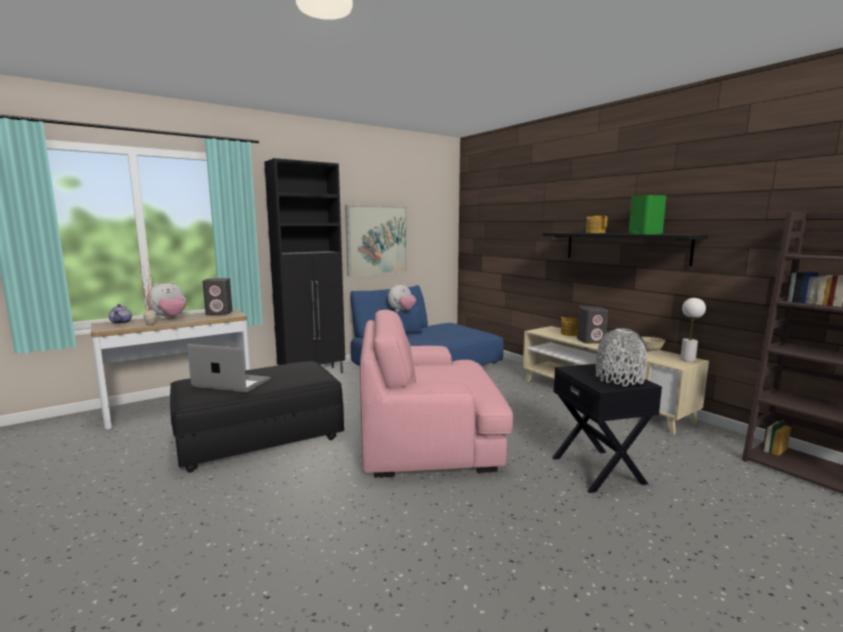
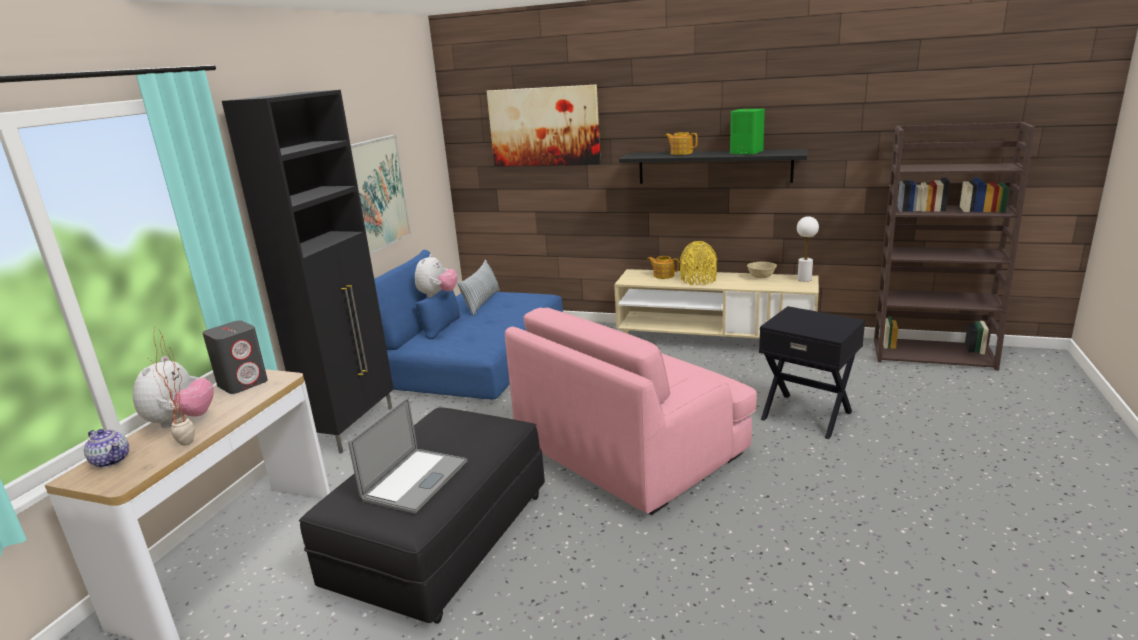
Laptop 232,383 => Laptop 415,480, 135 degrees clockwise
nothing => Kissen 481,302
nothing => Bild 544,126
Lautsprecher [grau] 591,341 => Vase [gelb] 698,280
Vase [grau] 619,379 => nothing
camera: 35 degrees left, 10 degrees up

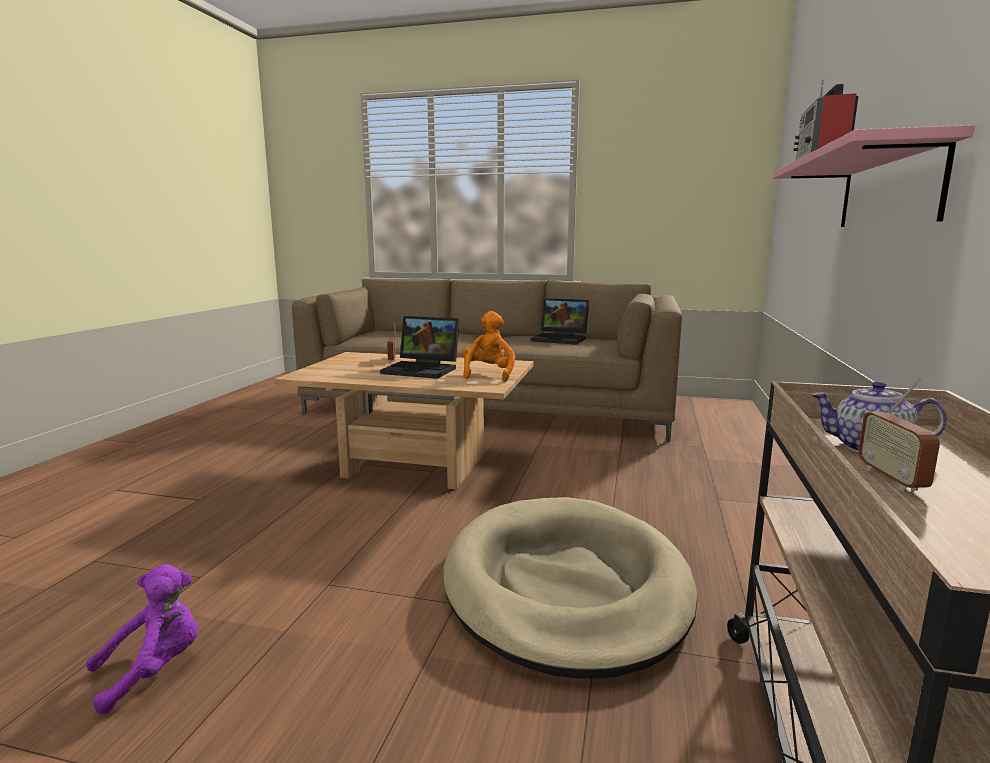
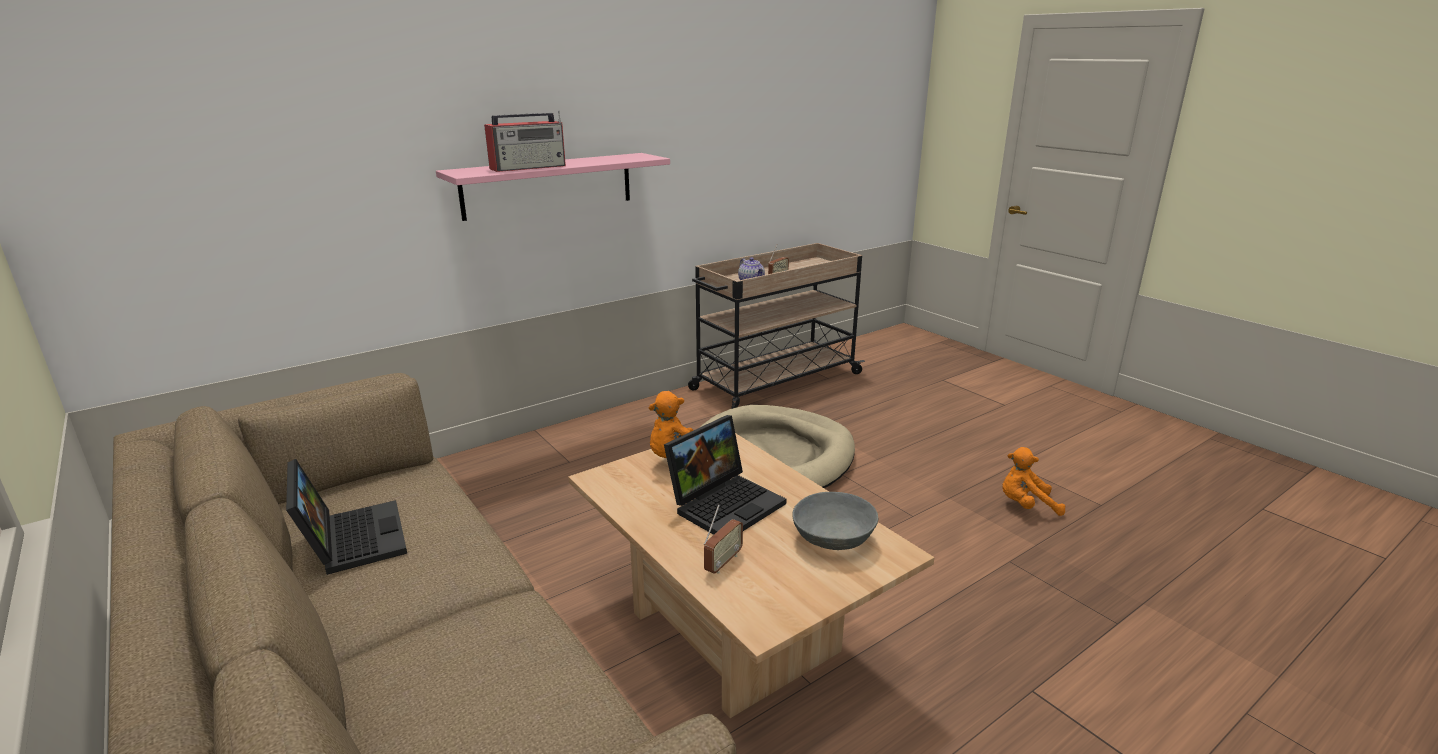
Laptop 424,369 => Laptop 726,503, 75 degrees clockwise
nothing => Schüssel [grau] 833,538
Plüschtier [lila] 154,670 => Plüschtier [orange] 1025,505
camera: 140 degrees left, 10 degrees up

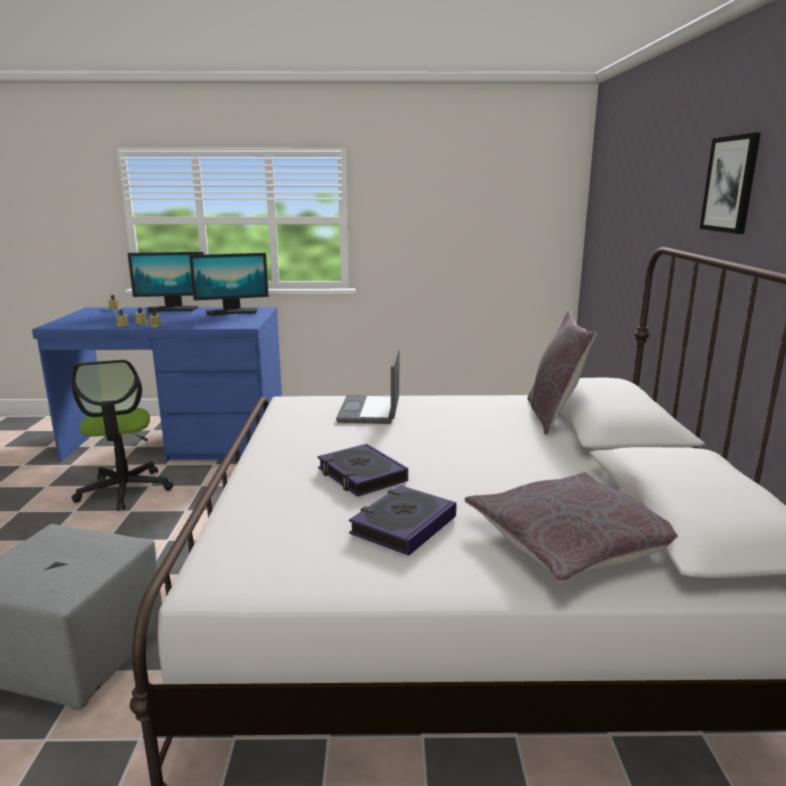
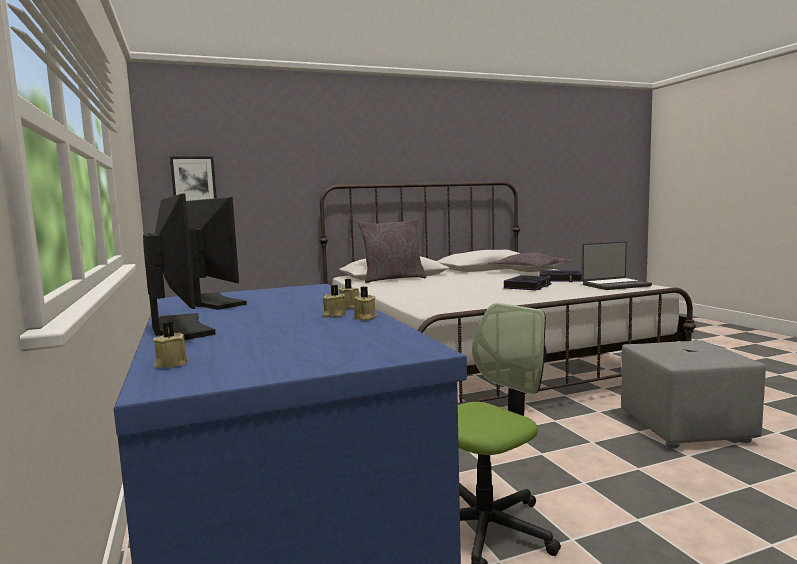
Bild 730,184 => Bild 193,180, moved
Laptop 371,411 => Laptop 615,285, moved
camera: 110 degrees left, 10 degrees down

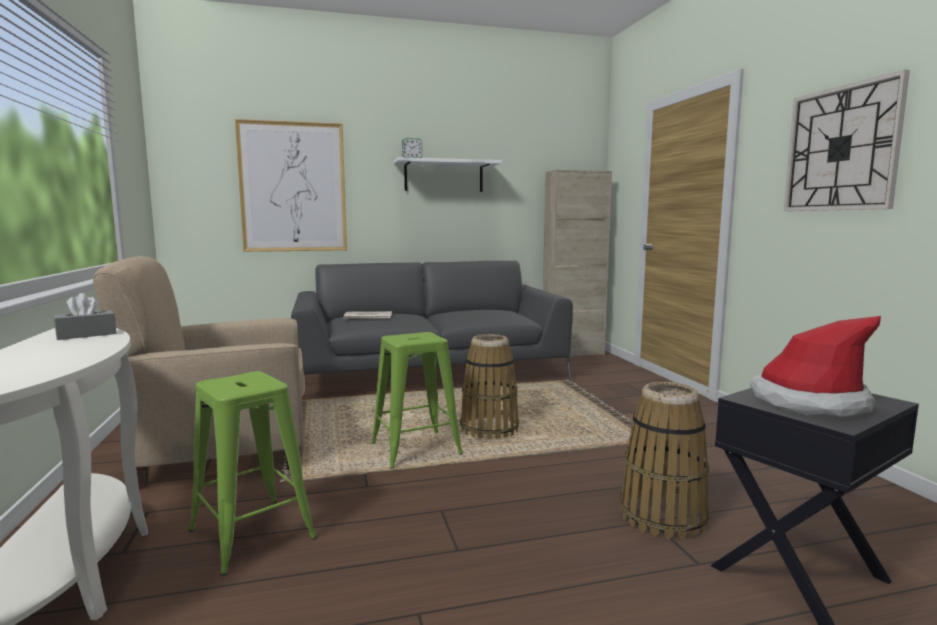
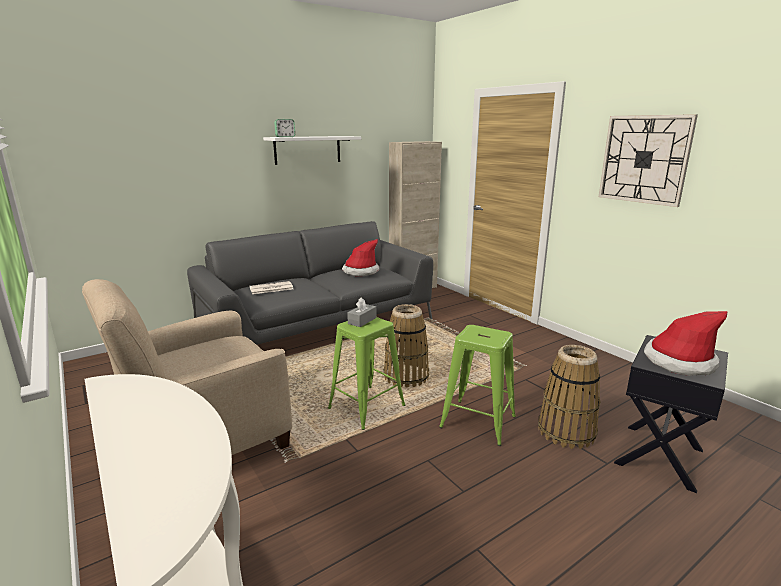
nothing => Hut 360,271
Taschentuchbox [grau] 86,334 => Taschentuchbox [grau] 362,320, moved
Hocker [grün] 252,534 => Hocker [grün] 478,422, moved
Bild 293,187 => nothing
camera: 20 degrees left, 10 degrees up

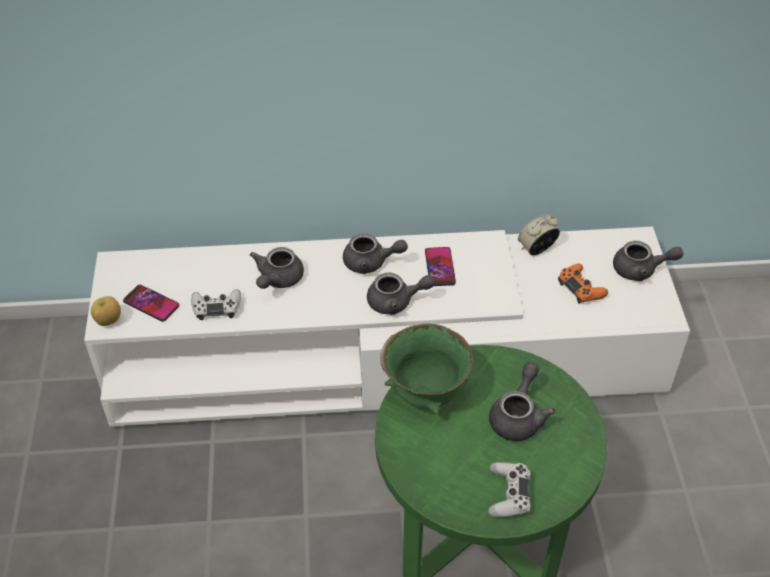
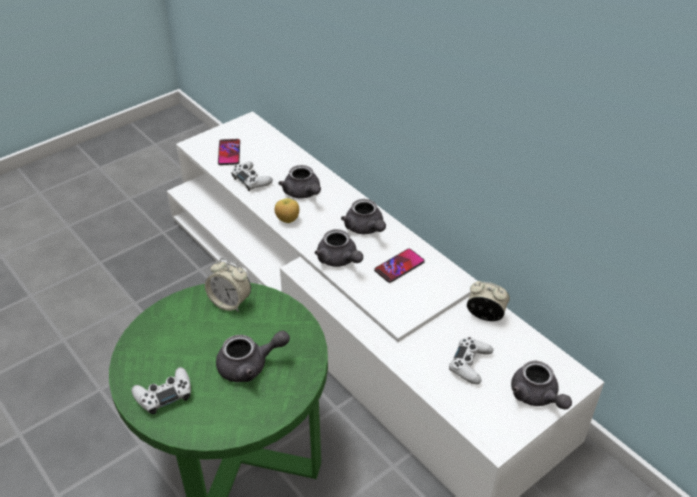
Schüssel [grün] 425,394 => Wecker 230,302
Apfel 108,321 => Apfel 287,220, moved
Teekanne [grau] 277,279 => Teekanne [grau] 303,193, 105 degrees counterclockwise
Gamepad [orange] 580,288 => Gamepad [weiß] 470,364
camera: 55 degrees right, 5 degrees down

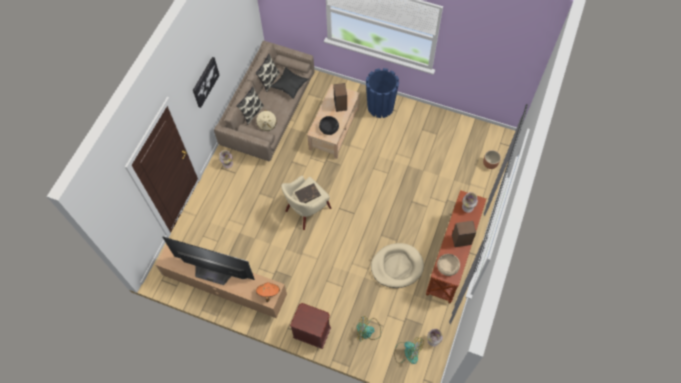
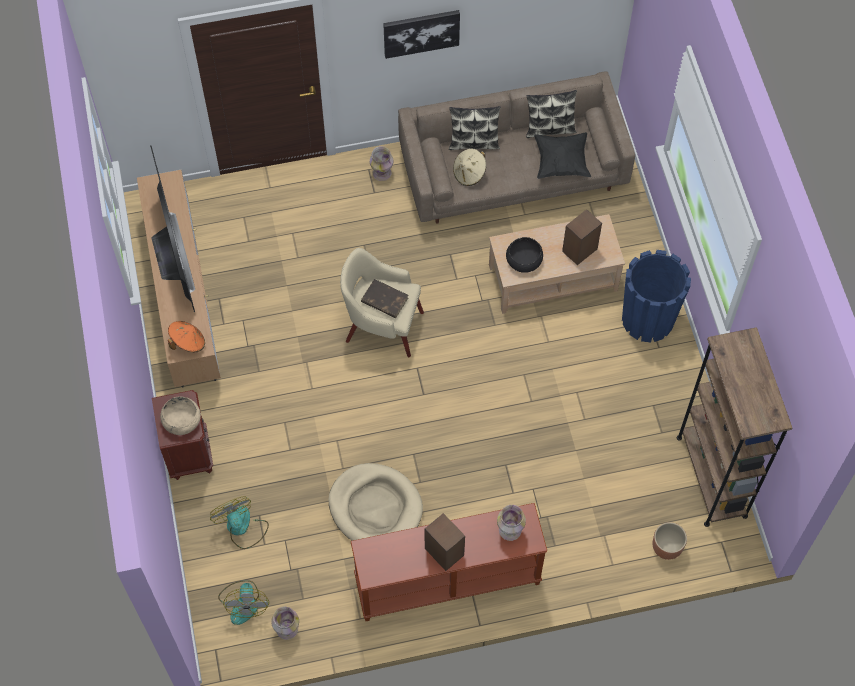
Schüssel [beige] 447,266 => Schüssel [beige] 181,420, moved
nothing => Bücherregal [braun] 711,476
camera: 55 degrees right, 0 degrees up

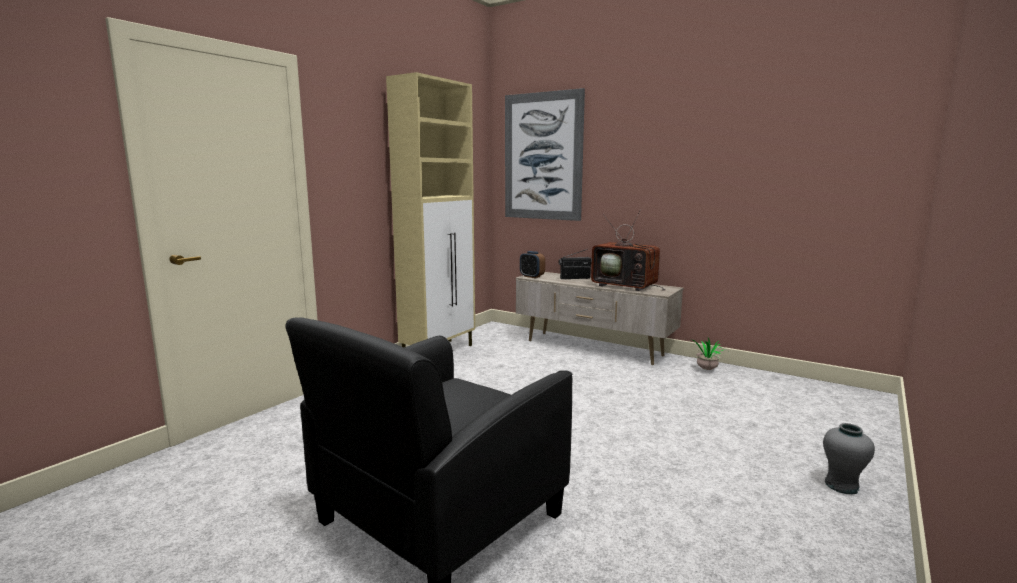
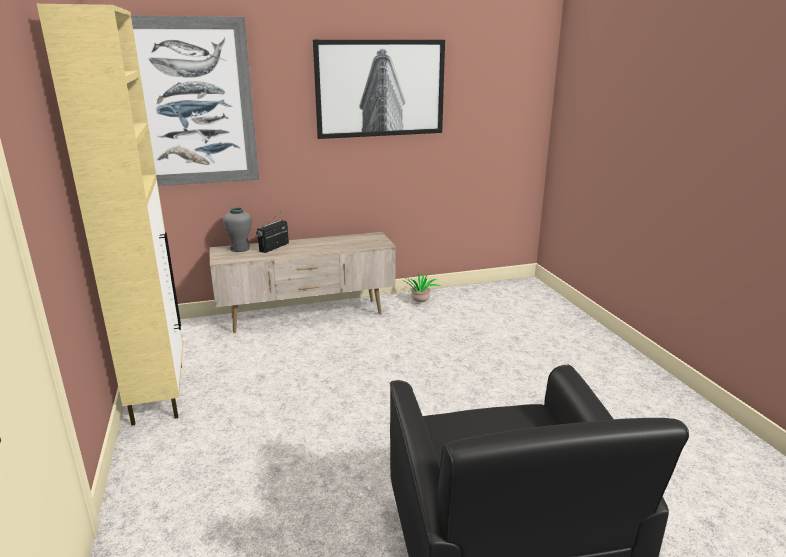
Vase [grau] 841,485 => Vase [grau] 240,248, moved
nothing => Bild 380,88
Wecker 532,276 => nothing
Fernseher 627,286 => nothing
camera: 50 degrees left, 10 degrees up

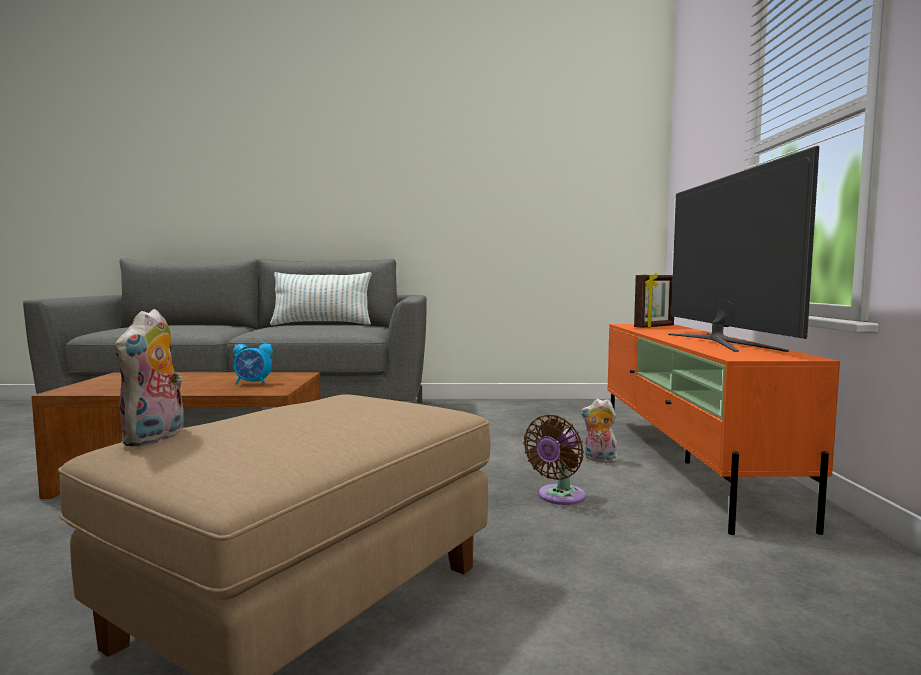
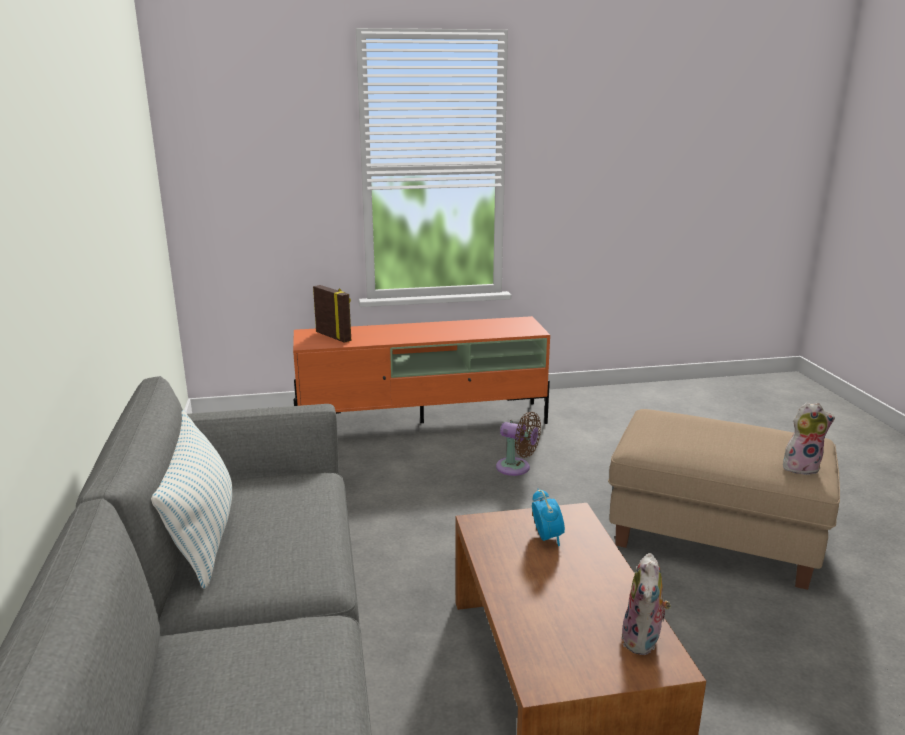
Plüschtier 599,460 => Plüschtier 643,641, moved
Fernseher 721,342 => nothing
camera: 100 degrees left, 15 degrees up

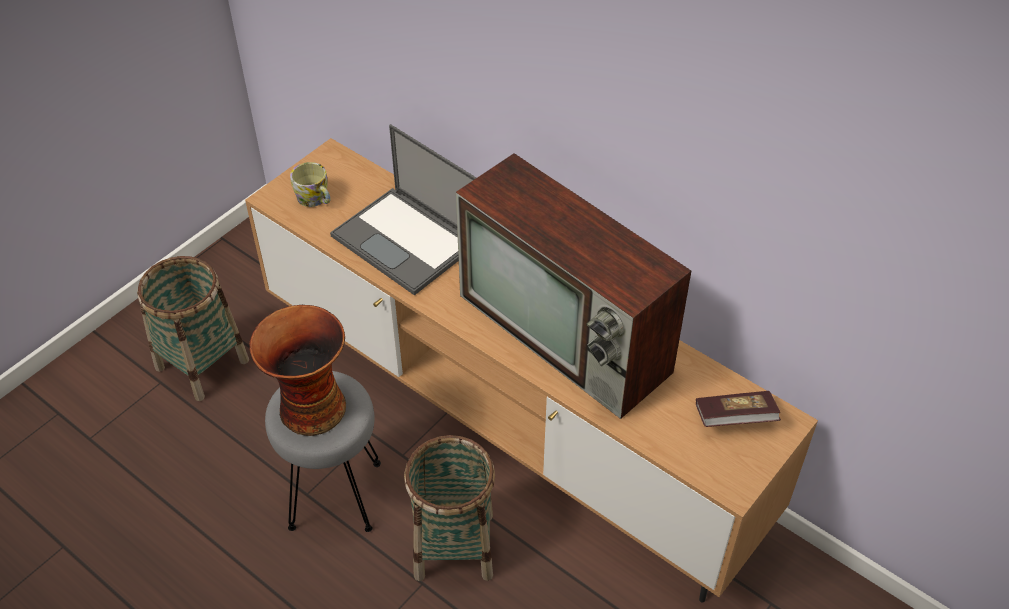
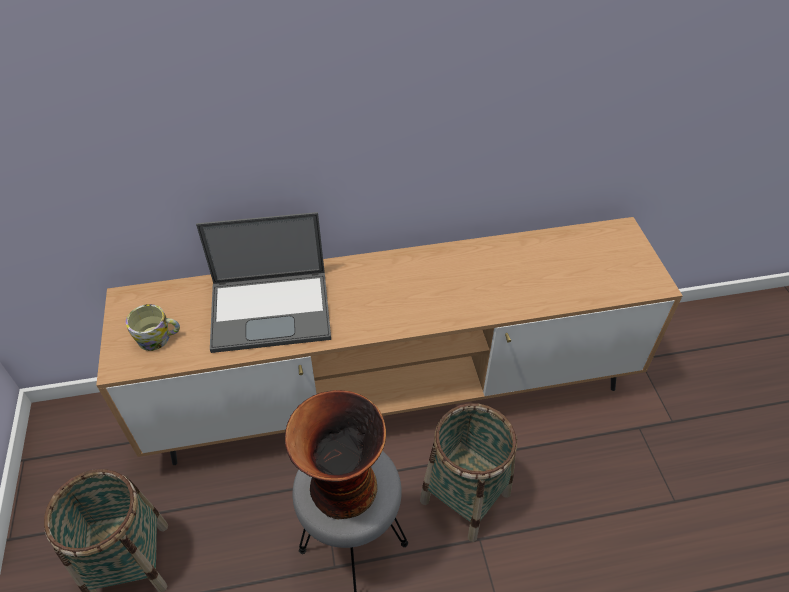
Fernseher 568,335 => nothing
Buch 734,419 => nothing
camera: 50 degrees left, 0 degrees up

